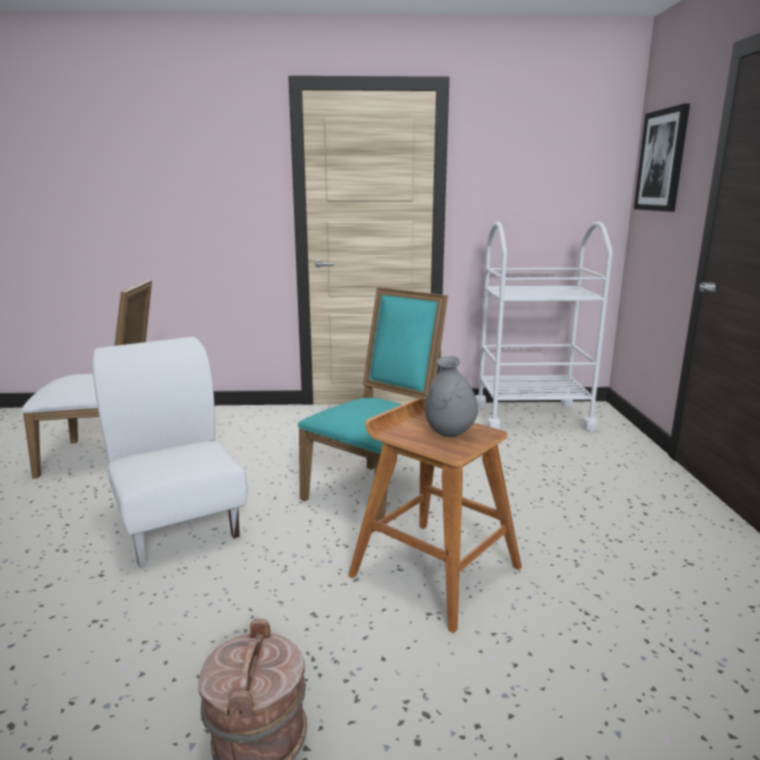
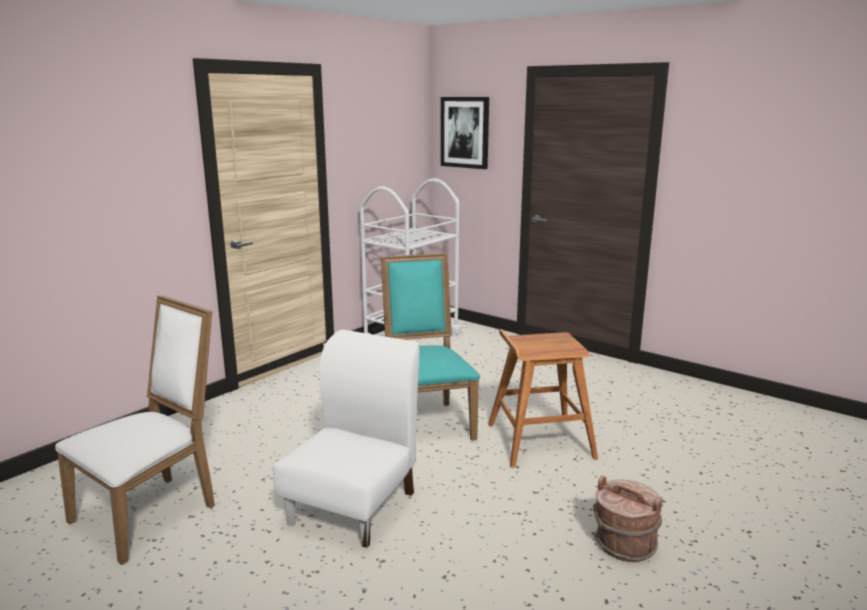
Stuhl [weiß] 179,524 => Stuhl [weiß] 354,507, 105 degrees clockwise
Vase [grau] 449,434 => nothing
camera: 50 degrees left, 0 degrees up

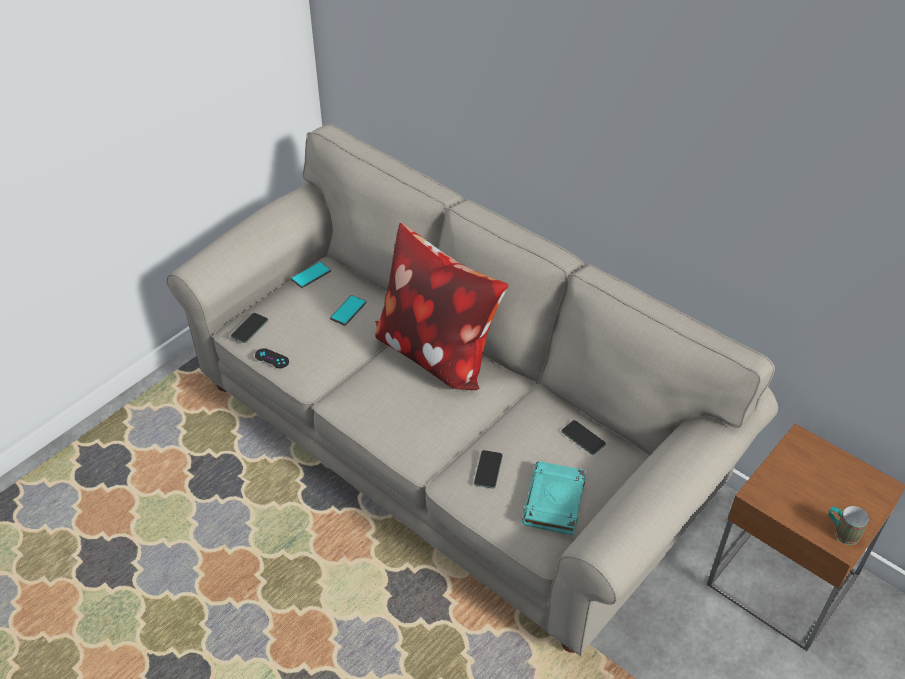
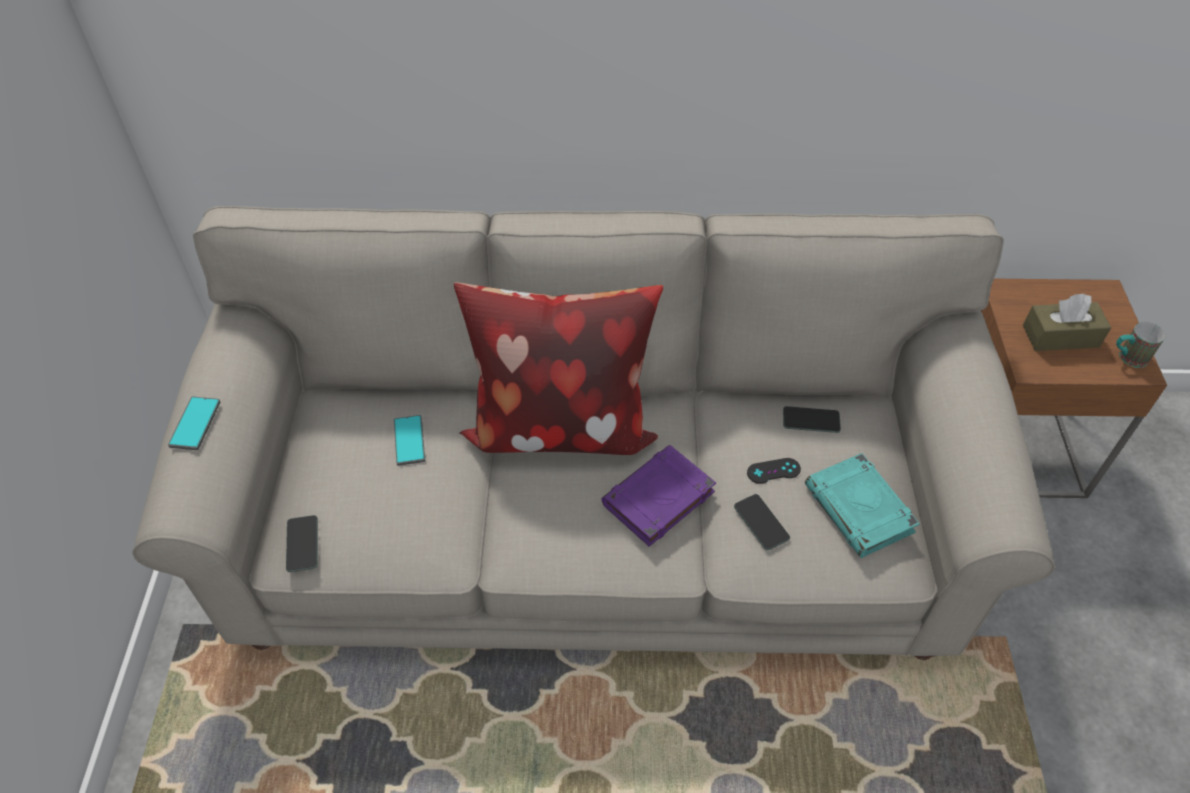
Handy 311,275 => Handy 195,424, moved
nothing => Buch [lila] 658,499
Gamepad [schwarz] 272,358 => Gamepad [schwarz] 773,471, moved
nothing => Taschentuchbox [braun] 1060,336
camera: 40 degrees left, 5 degrees up

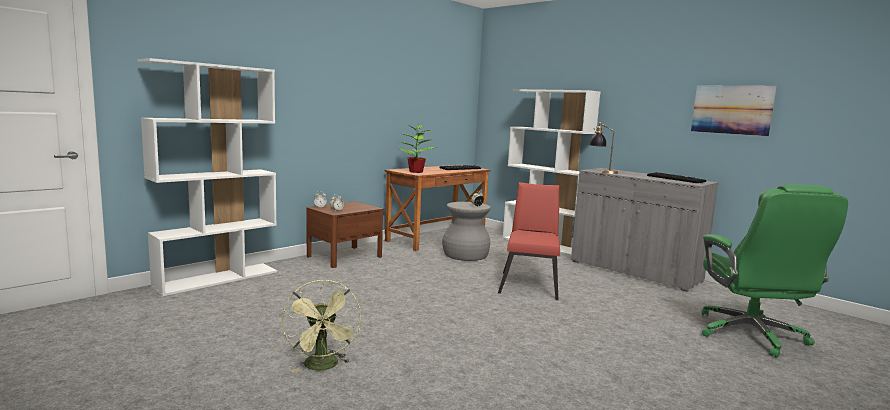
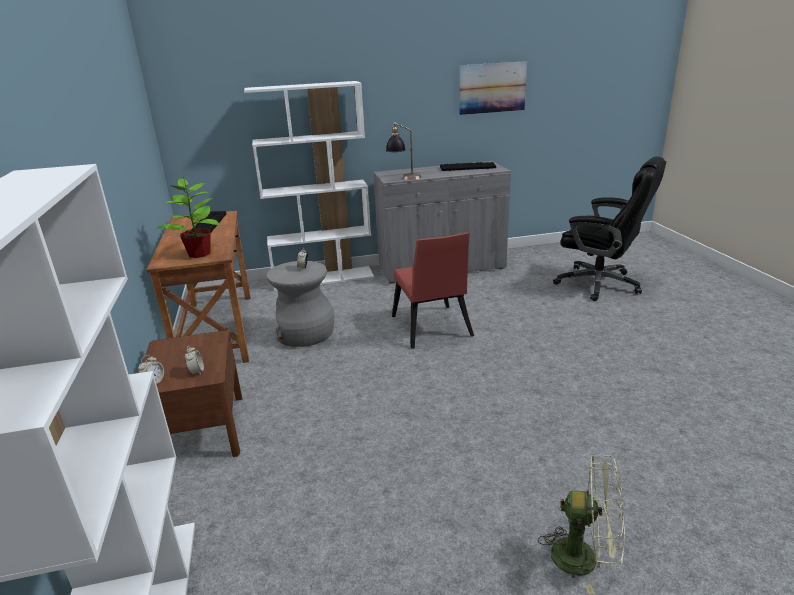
Stuhl [rot] 530,284 => Stuhl [rot] 431,329, 150 degrees counterclockwise
Bürostuhl [grün] 751,335 => Bürostuhl [schwarz] 600,284
camera: 55 degrees left, 15 degrees up

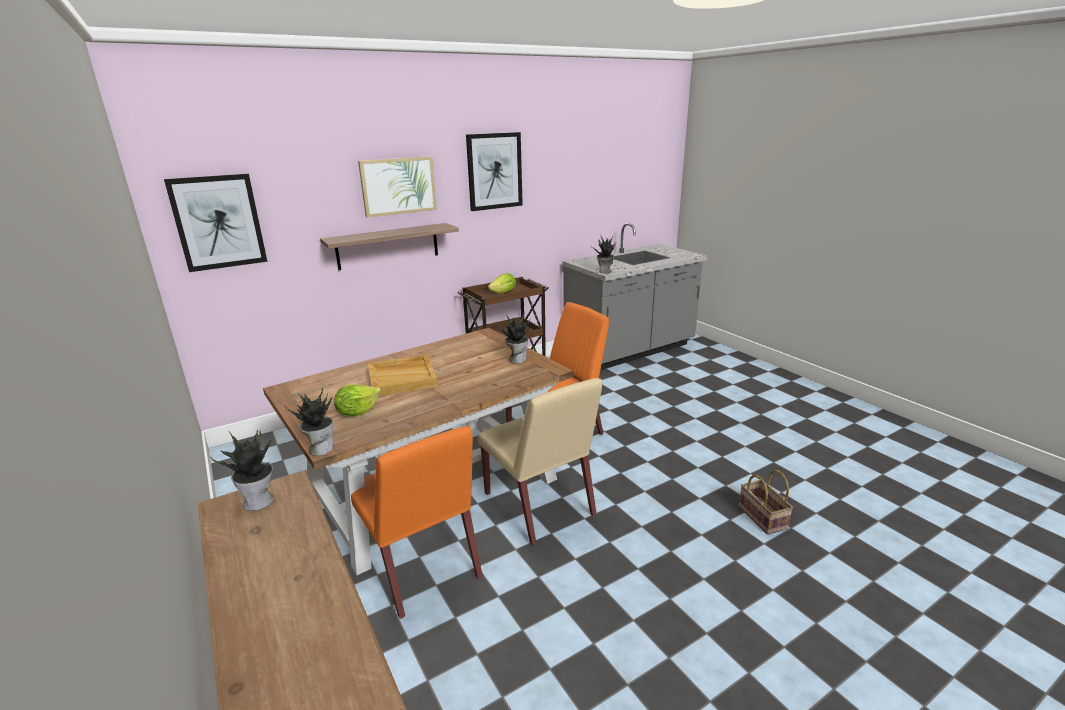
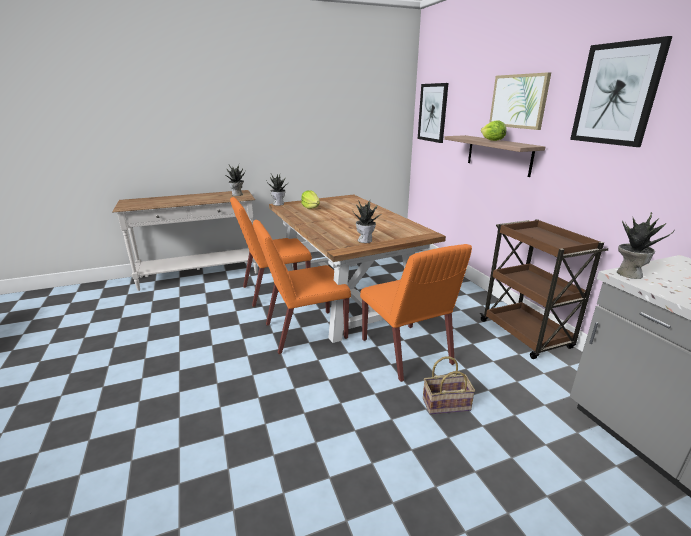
Stuhl [beige] 539,505 => Stuhl [orange] 304,331
Korb 760,517 => Korb 447,403, moved
Salatkopf 503,293 => Salatkopf 492,140, moved
Tablett [beige] 403,378 => nothing
camera: 100 degrees right, 0 degrees up

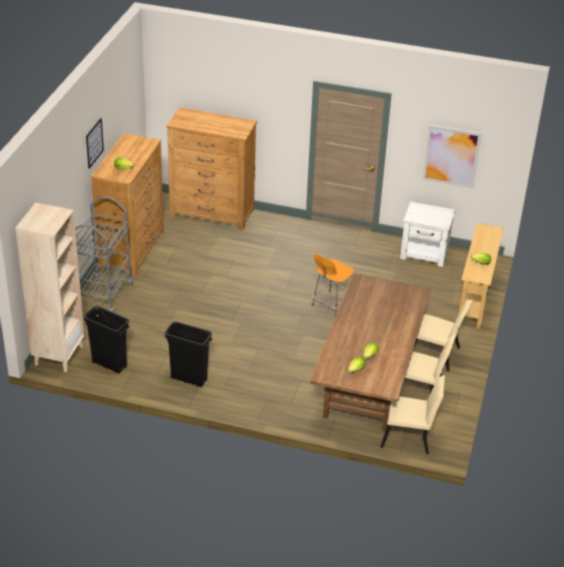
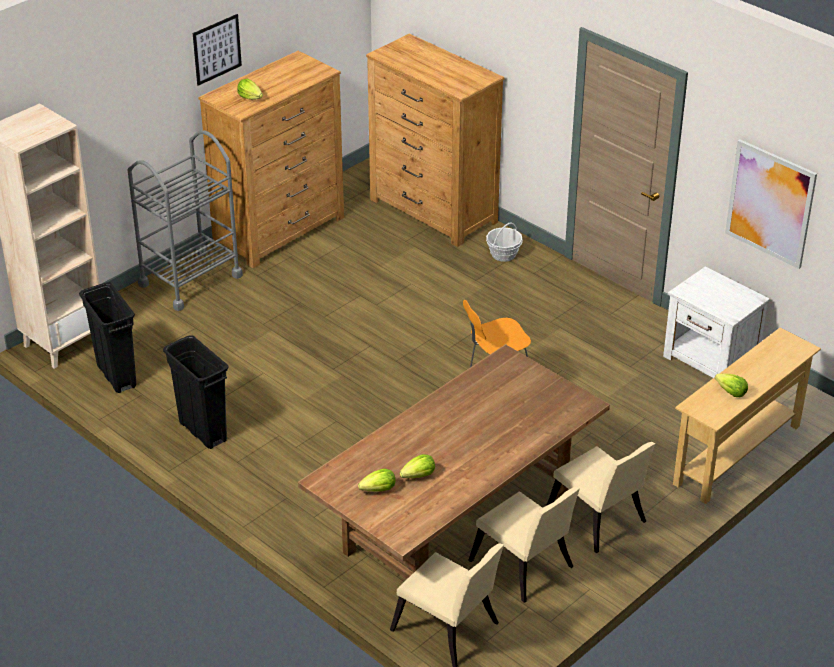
nothing => Korb 503,254
camera: 30 degrees right, 0 degrees up

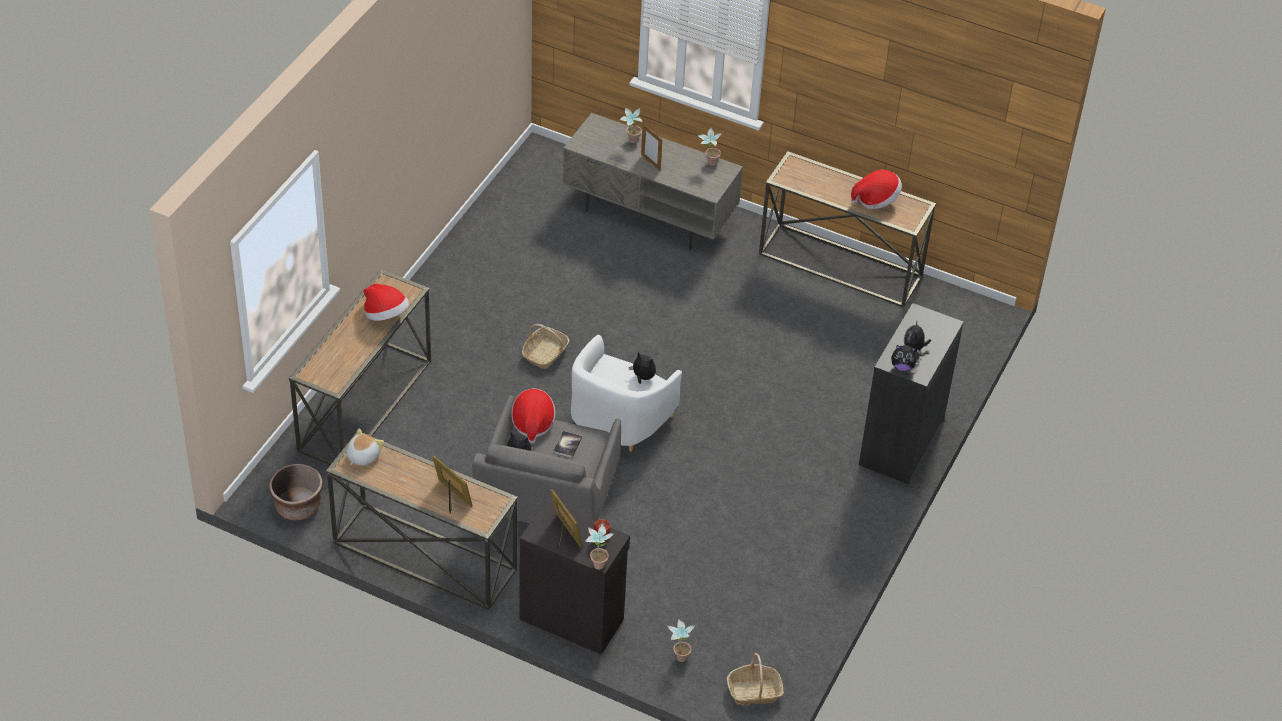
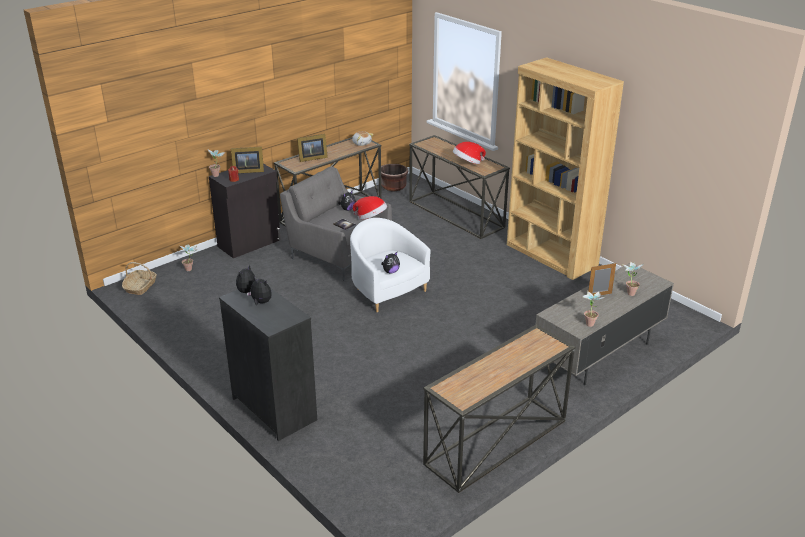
nothing => Bücherregal [braun] 551,255
Korb 545,353 => nothing
Hut 876,199 => nothing
camera: 115 degrees right, 15 degrees down

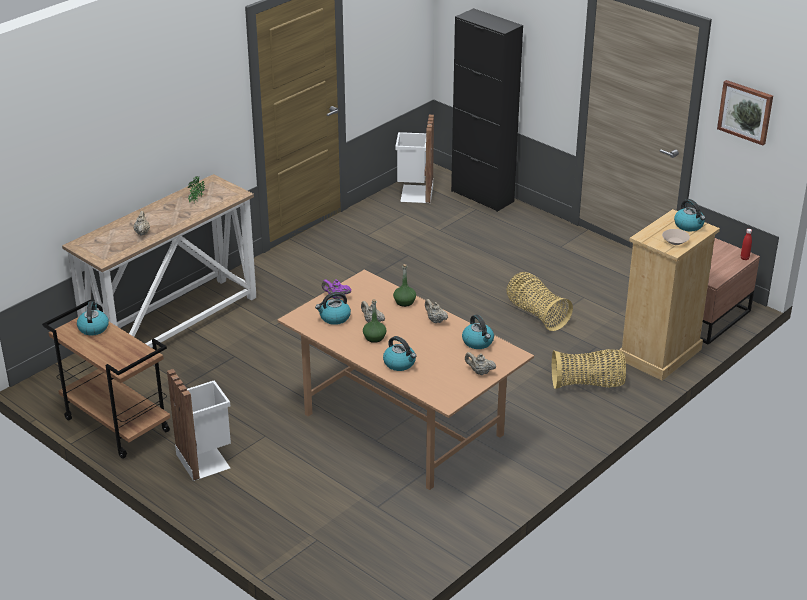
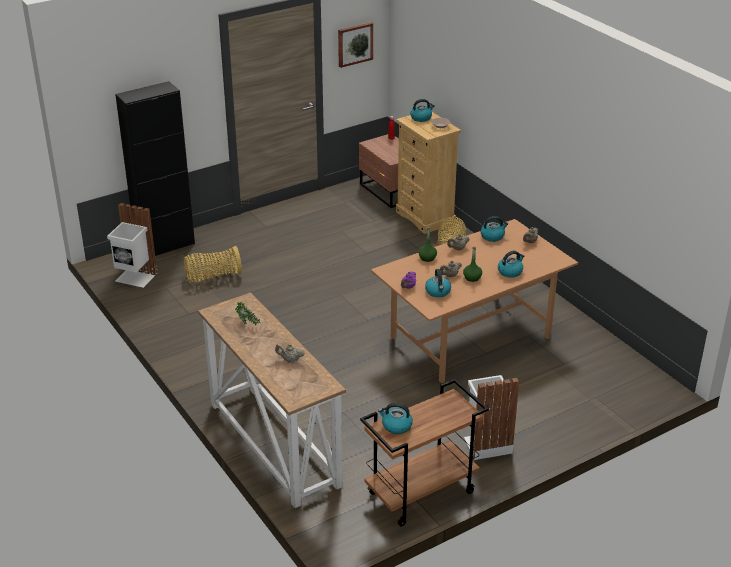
Korb 536,314 => Korb 212,277, moved
camera: 75 degrees left, 0 degrees up

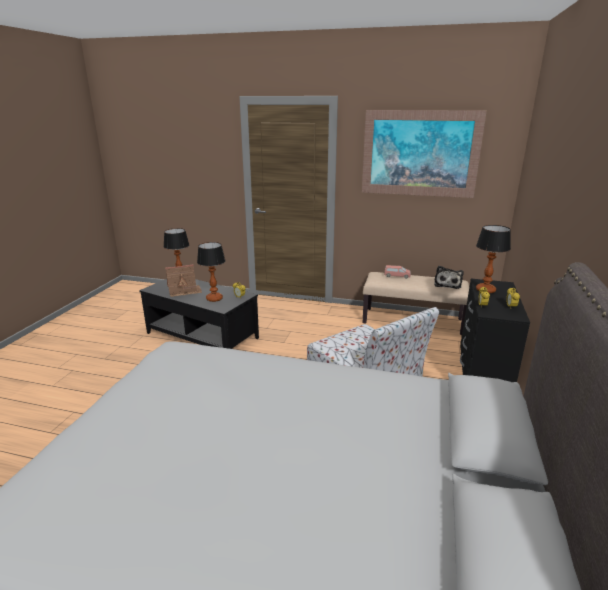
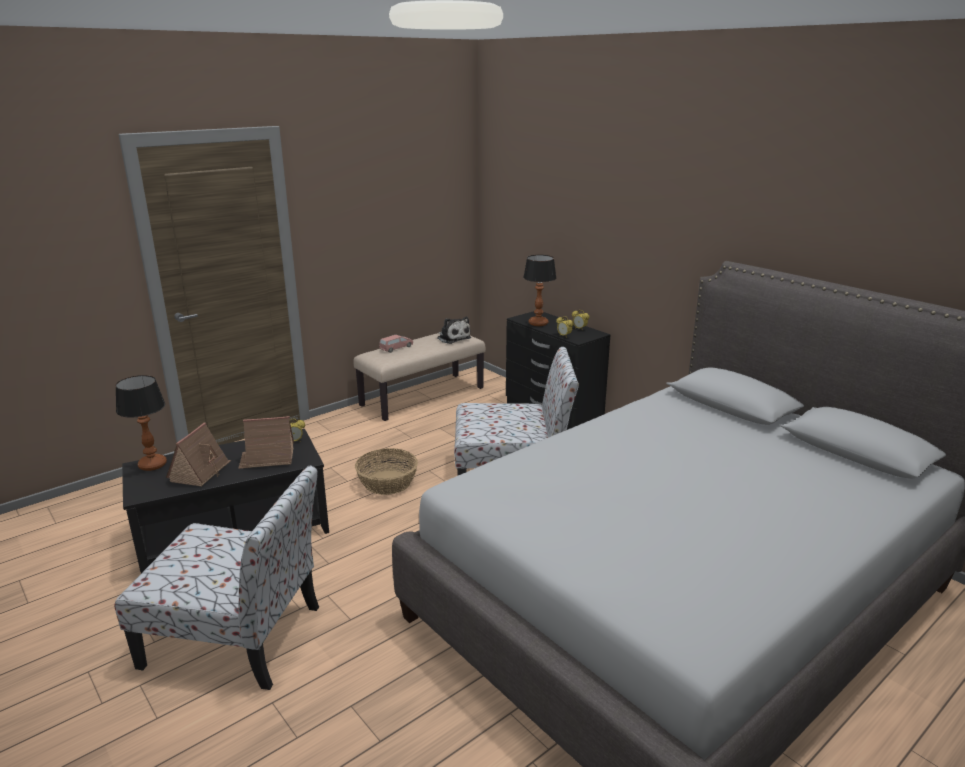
nothing => Stuhl 237,637
Tischlampe 214,299 => Spielzeughaus 268,458
nothing => Korb 387,483
Bild 420,154 => nothing
camera: 55 degrees left, 0 degrees up

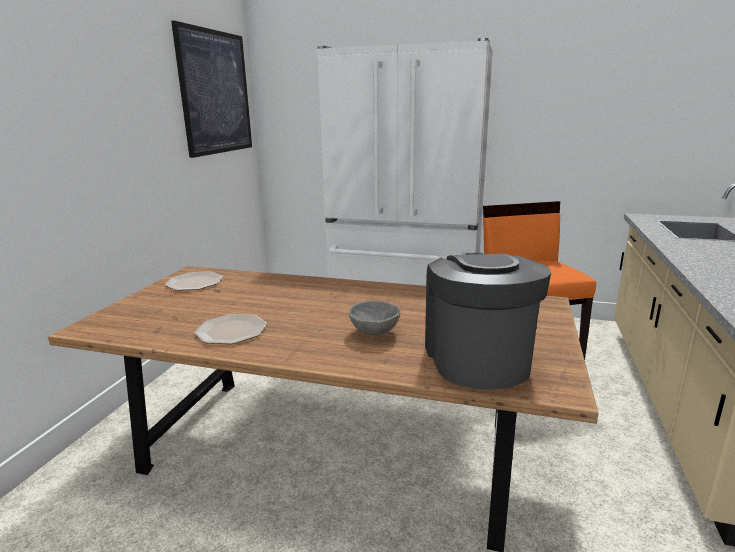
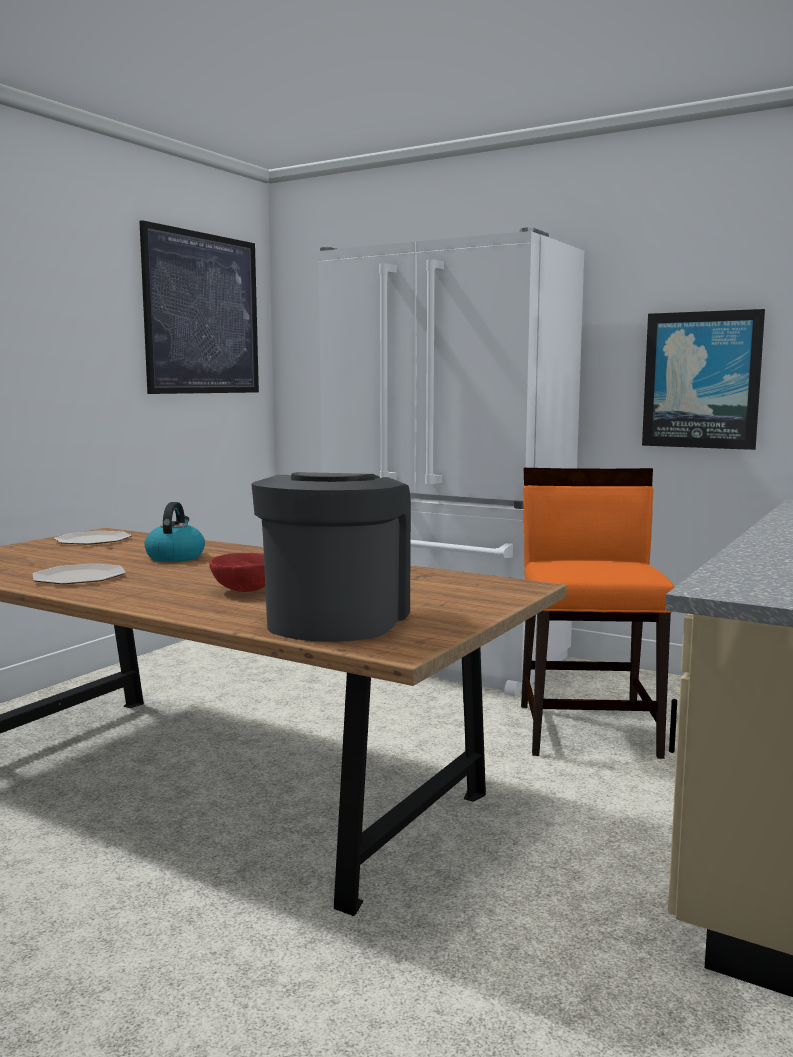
nothing => Wasserkessel 175,557
Schüssel [grau] 375,332 => Schüssel [rot] 246,590
nothing => Bild 701,380
camera: 15 degrees right, 10 degrees down

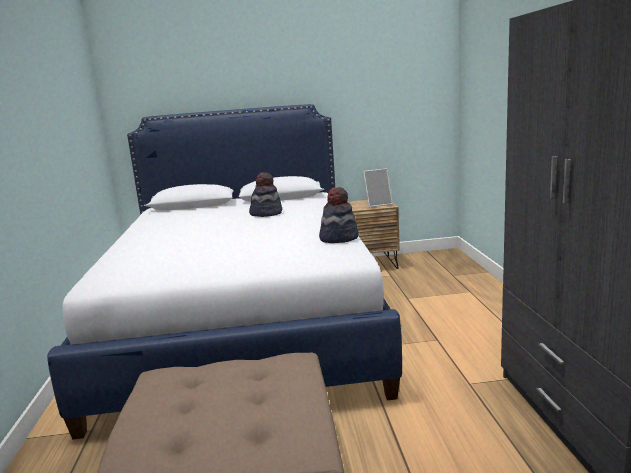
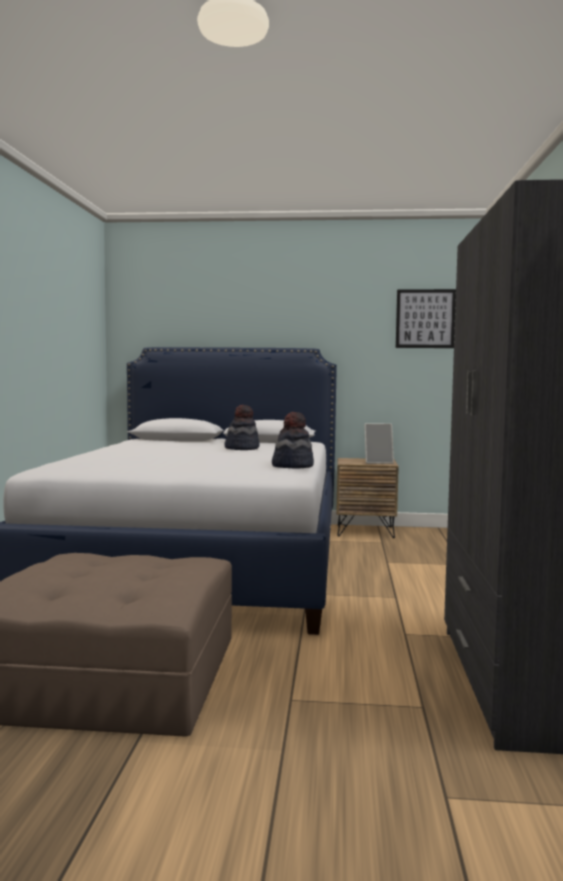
nothing => Bild 425,318
camera: 10 degrees right, 10 degrees down

